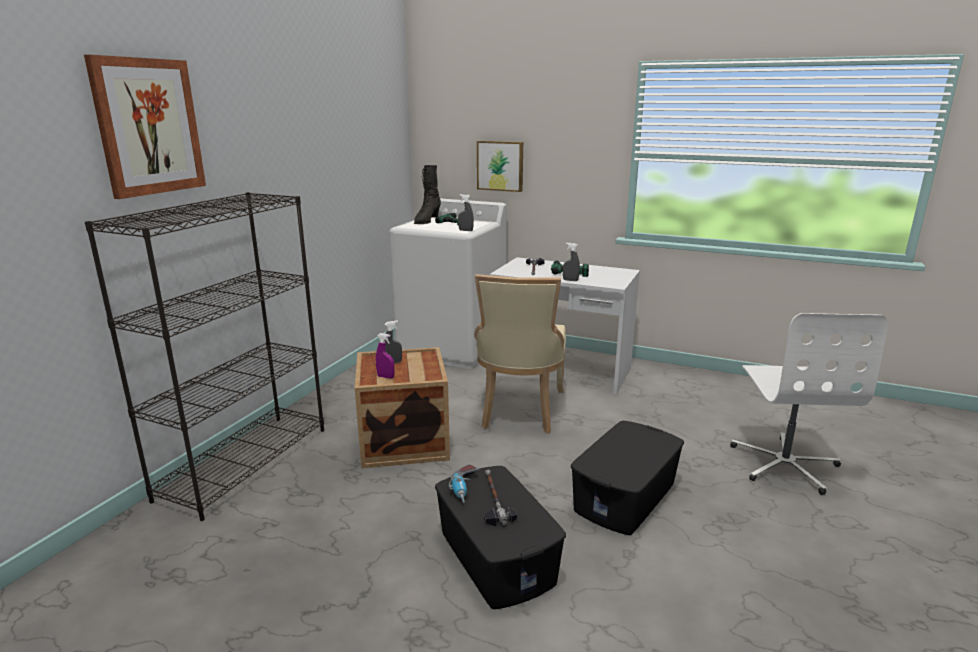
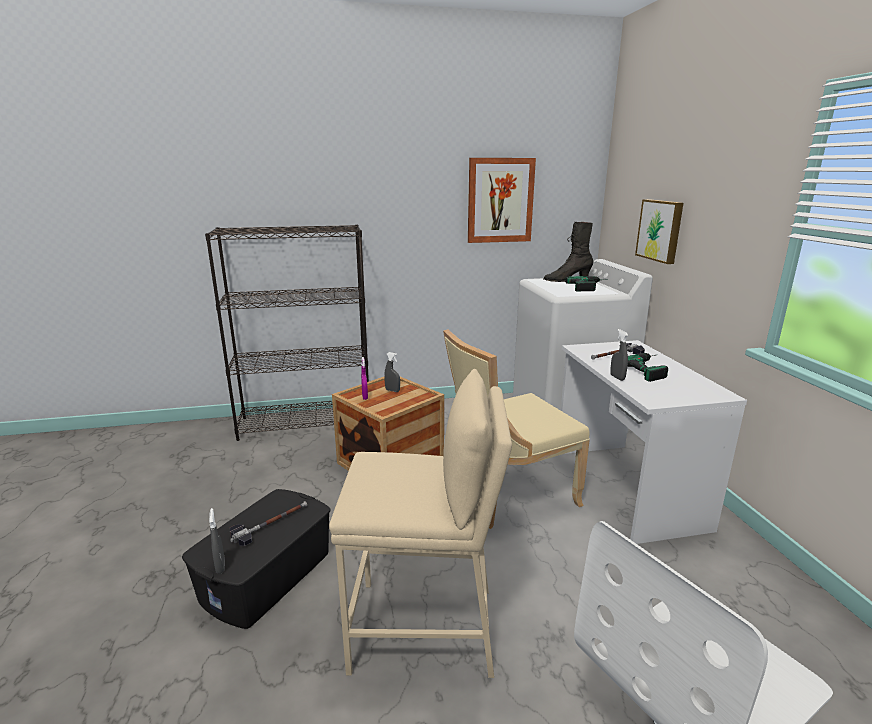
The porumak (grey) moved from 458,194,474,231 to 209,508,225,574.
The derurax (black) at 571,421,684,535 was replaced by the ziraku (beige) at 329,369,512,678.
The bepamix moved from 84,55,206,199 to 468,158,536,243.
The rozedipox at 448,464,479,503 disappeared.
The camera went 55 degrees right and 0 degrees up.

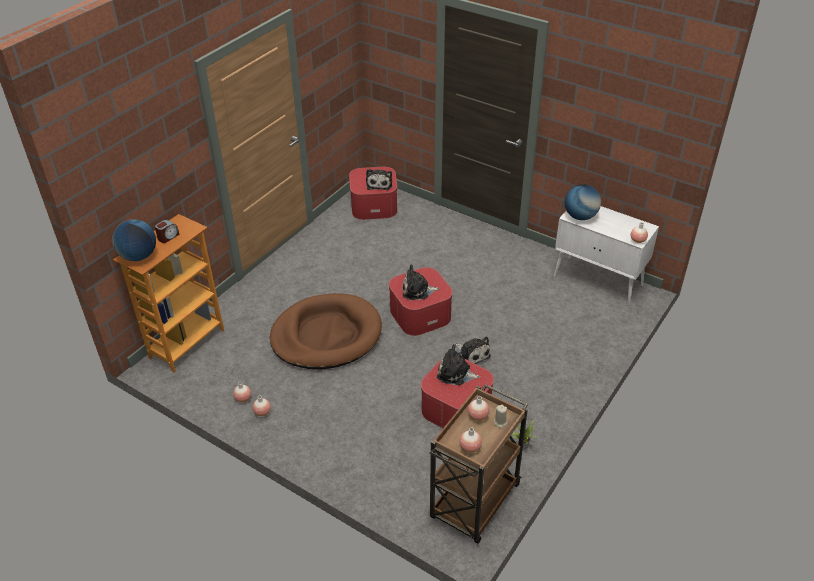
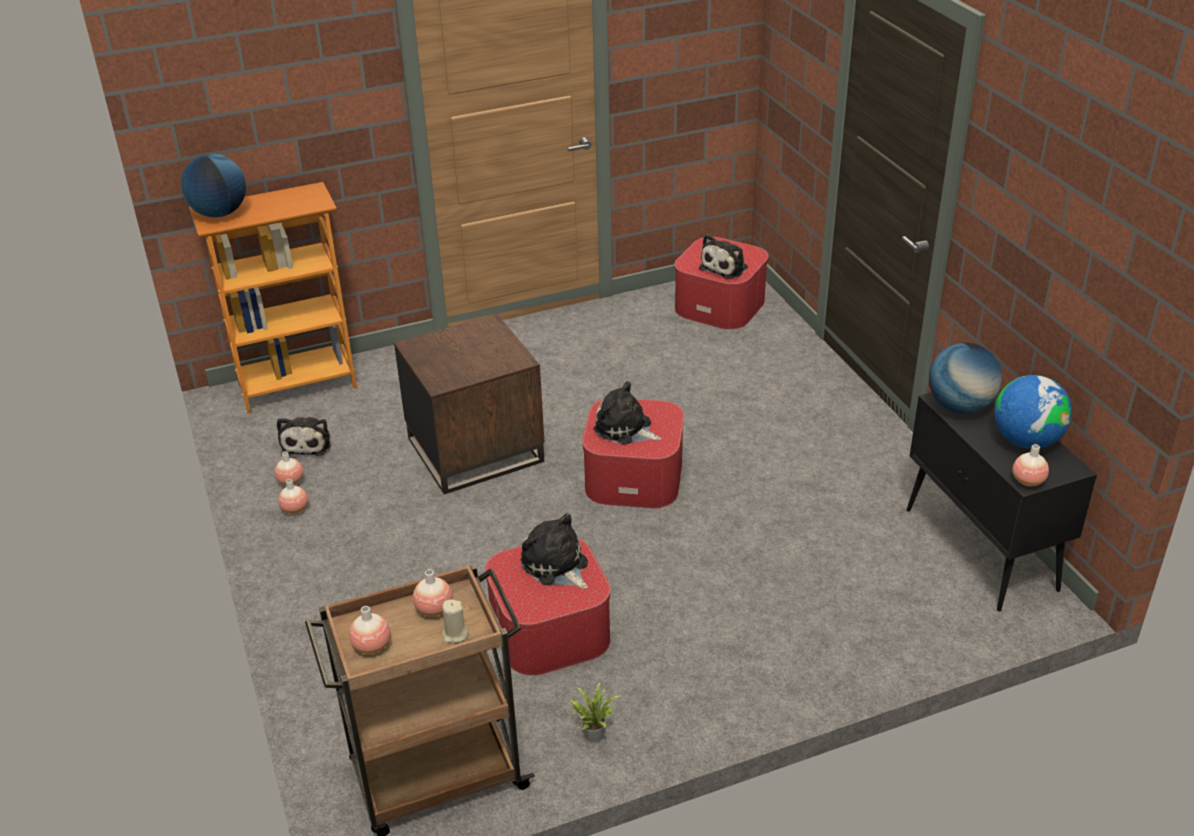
The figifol moved from 455,336,491,364 to 277,417,331,457.
The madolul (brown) at 270,293,382,370 was replaced by the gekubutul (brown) at 394,314,545,494.
The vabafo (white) at 554,206,659,306 became the vabafo (black) at 907,389,1097,612.
The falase at 994,375,1072,449 appeared.
The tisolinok at 155,220,179,243 disappeared.
The camera went 35 degrees right and 5 degrees down.

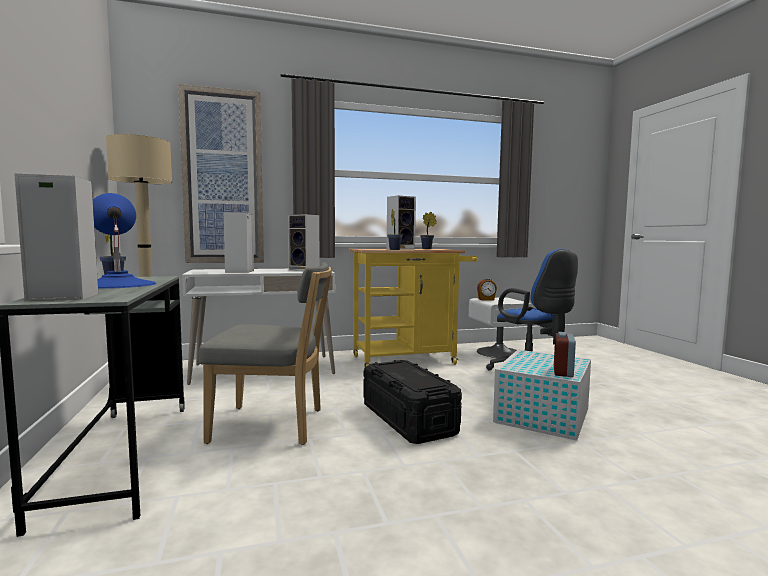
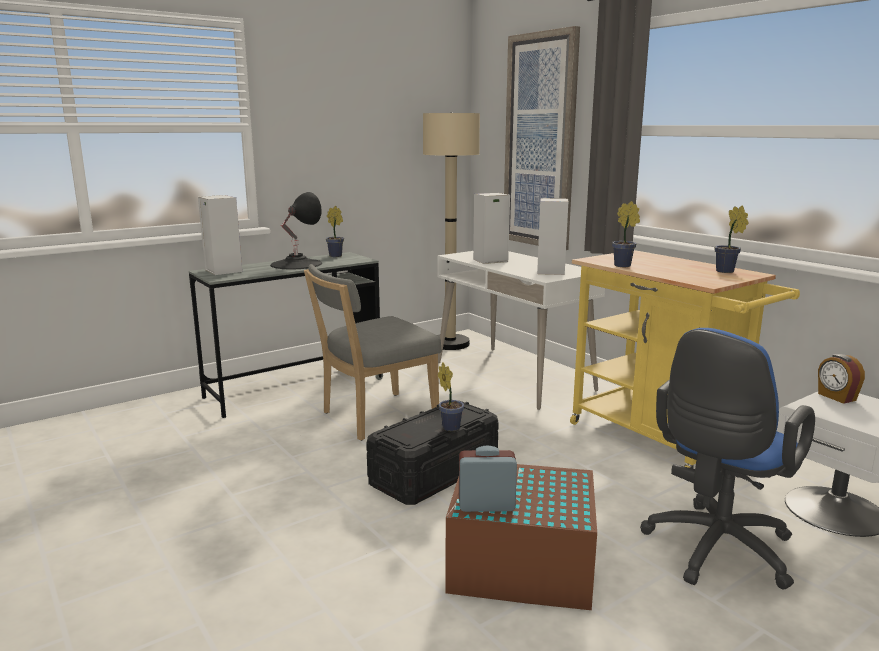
The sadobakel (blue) at 93,193,156,289 became the sadobakel (black) at 270,192,322,269.
The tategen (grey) at 199,262,332,445 turned 75 degrees clockwise.
The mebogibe at 438,362,464,431 appeared.
The derurax (white) at 493,350,591,441 became the derurax (brown) at 445,464,597,610.
The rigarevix at 387,195,416,249 disappeared.
The camera went 70 degrees right and 10 degrees up.

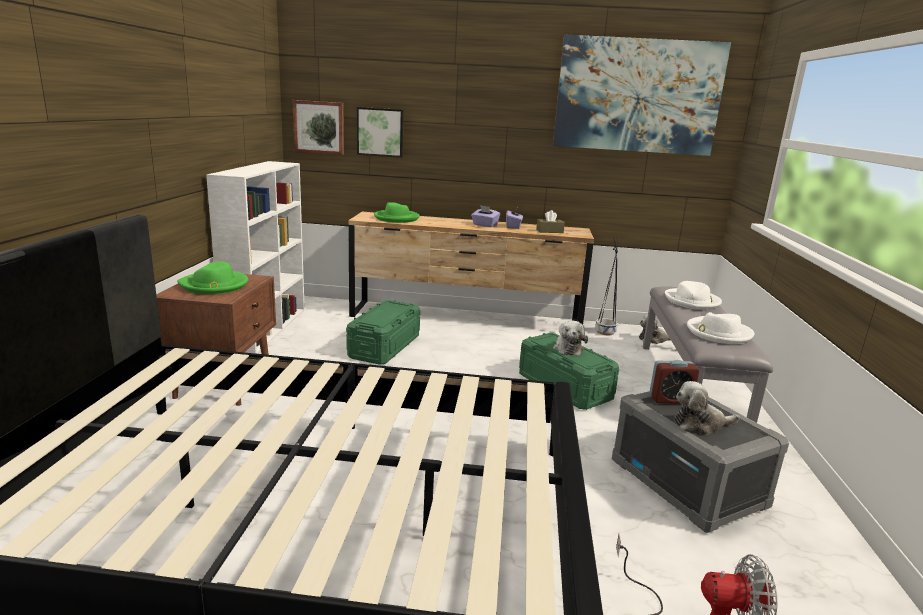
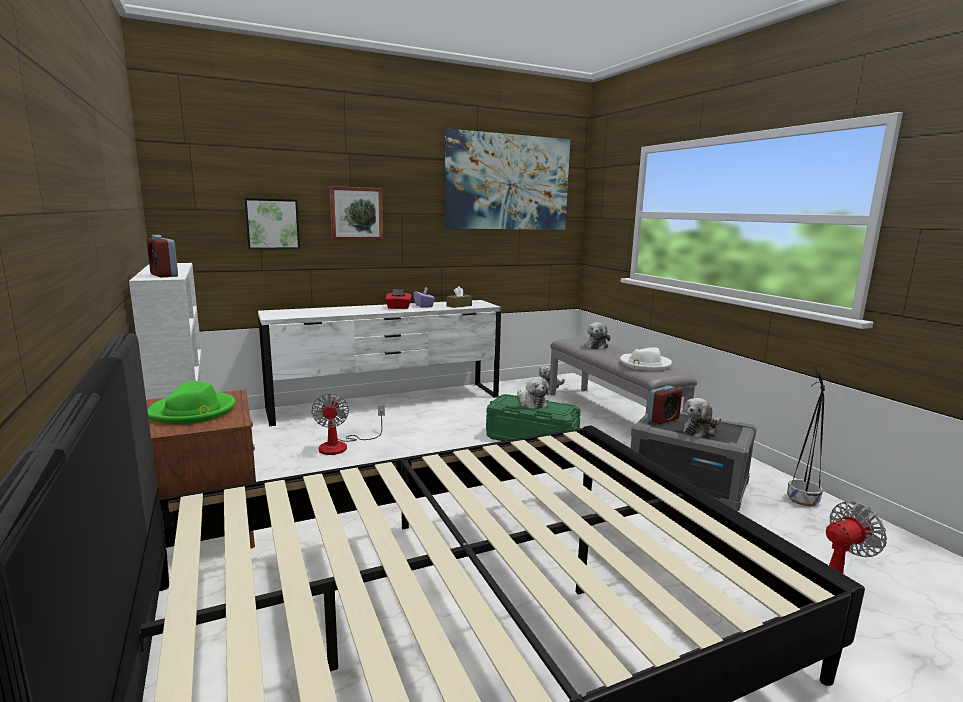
The tisolinok at 147,235,178,278 appeared.
The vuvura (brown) at 348,212,594,324 became the vuvura (white) at 258,300,501,426.
The derurax (green) at 346,300,420,365 was replaced by the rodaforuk at 311,393,385,455.
The bepamix moved from 293,100,344,155 to 329,186,383,240.
The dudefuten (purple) at 471,205,500,227 became the dudefuten (red) at 385,289,412,309.
The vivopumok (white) at 665,281,722,310 was replaced by the figifol at 584,322,611,350.
The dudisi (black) moved from 595,236,618,335 to 787,367,825,506.
The vivopumok (green) at 374,202,420,223 disappeared.
The camera went 30 degrees left and 5 degrees down.

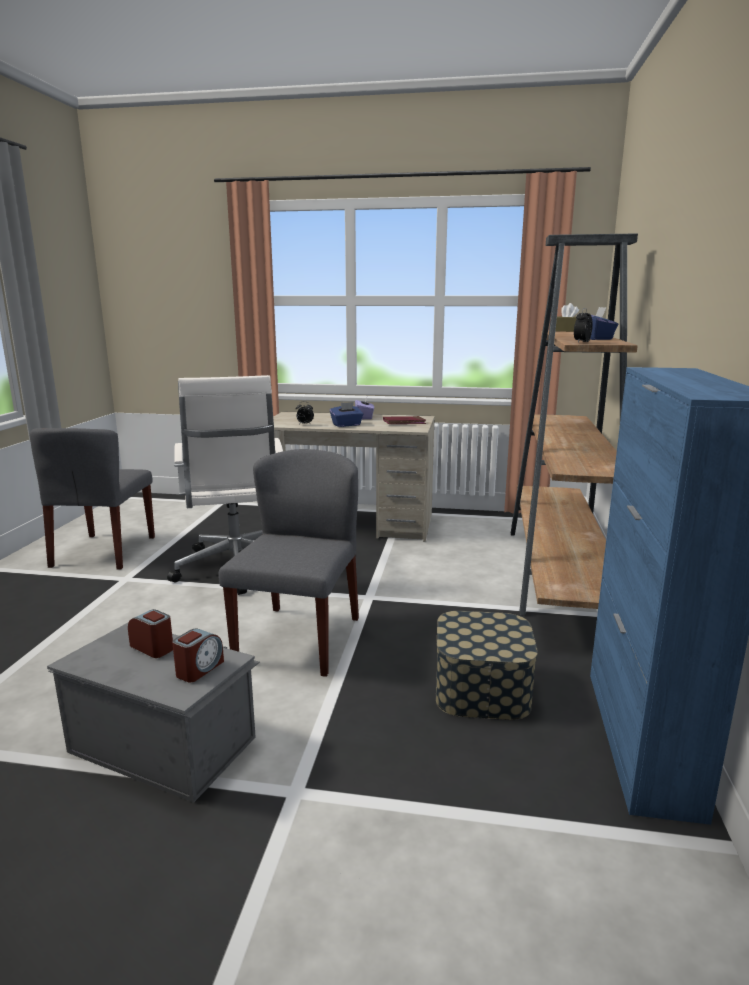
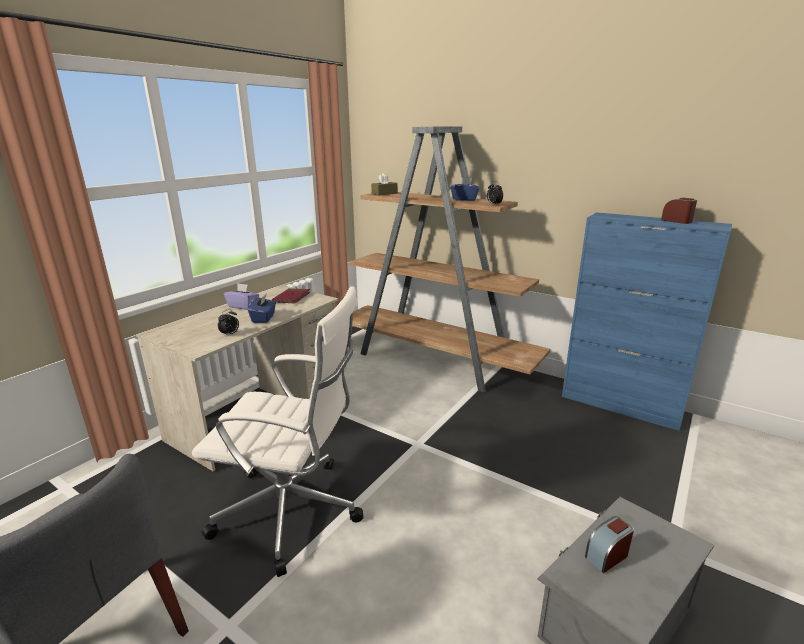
The tisolinok moved from 172,628,224,682 to 661,198,697,224.
The tategen (grey) at 218,449,359,677 disappeared.
The derurax at 436,611,538,720 disappeared.
The camera went 65 degrees left and 5 degrees up.

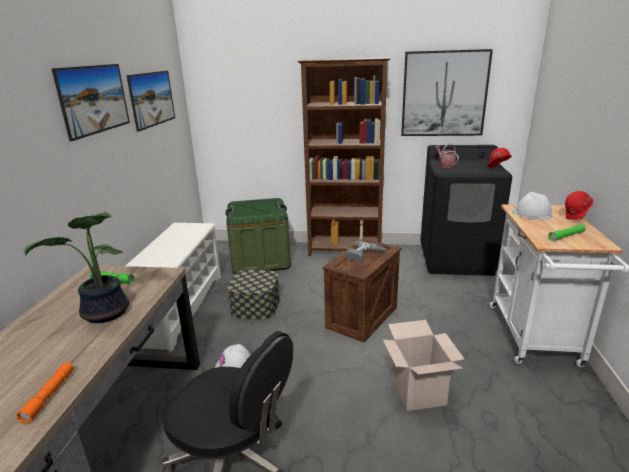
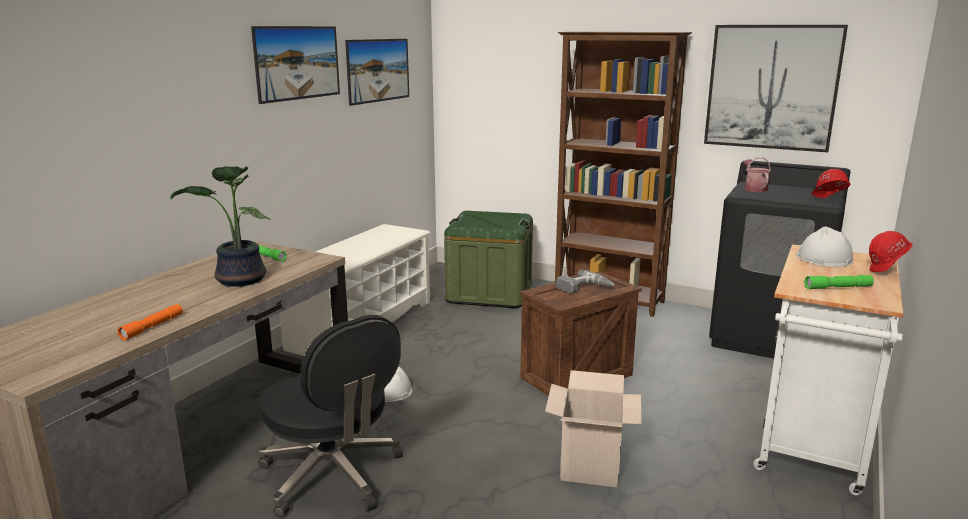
The derurax at 227,270,280,320 disappeared.
The camera went 20 degrees right and 5 degrees down.

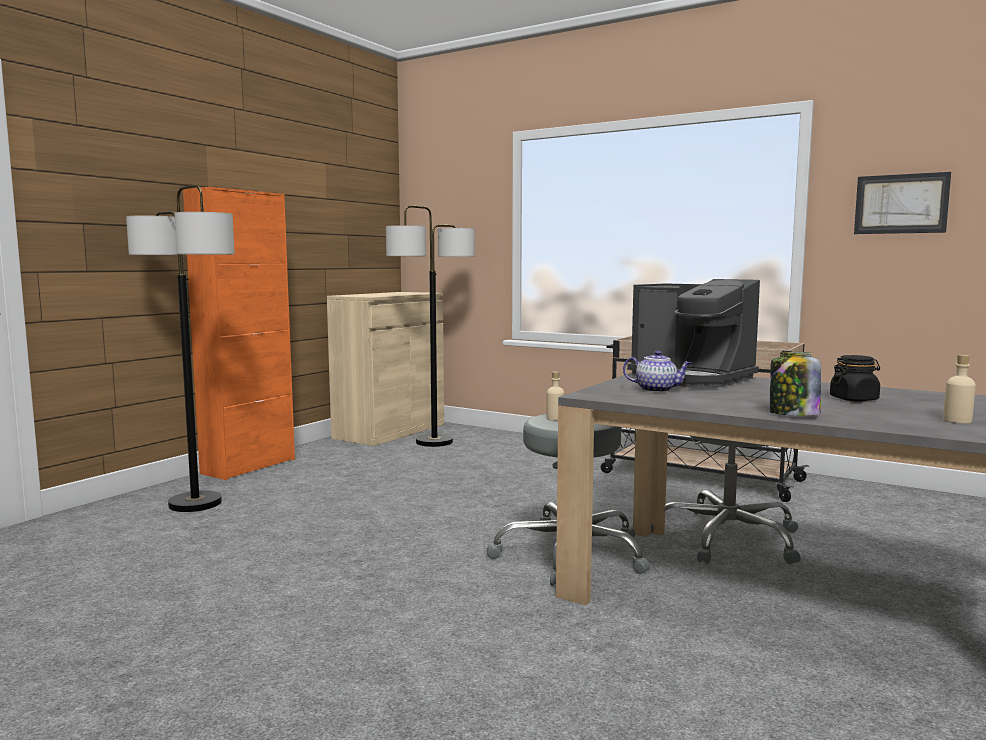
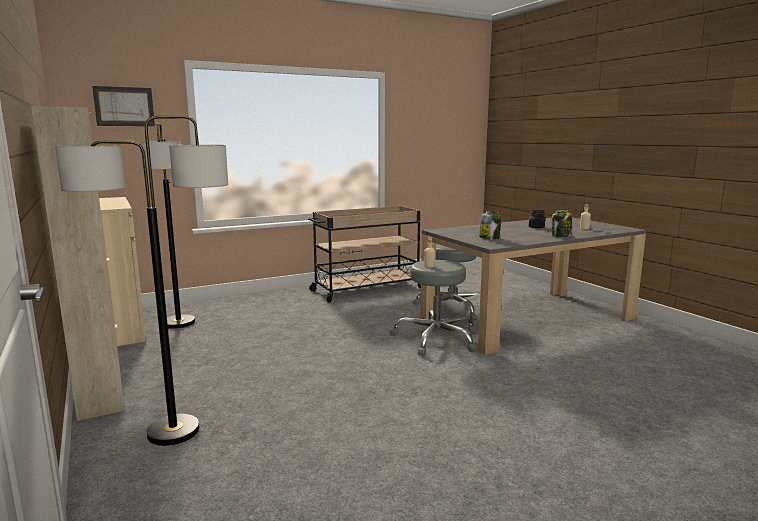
The vabafo (orange) at 183,187,295,480 became the vabafo (beige) at 31,107,125,421.
The bepamix moved from 854,172,951,234 to 92,86,155,126.
The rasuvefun at 623,350,692,393 was replaced by the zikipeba at 479,211,502,240.
The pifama at 627,279,760,388 disappeared.
The camera went 60 degrees left and 5 degrees up.

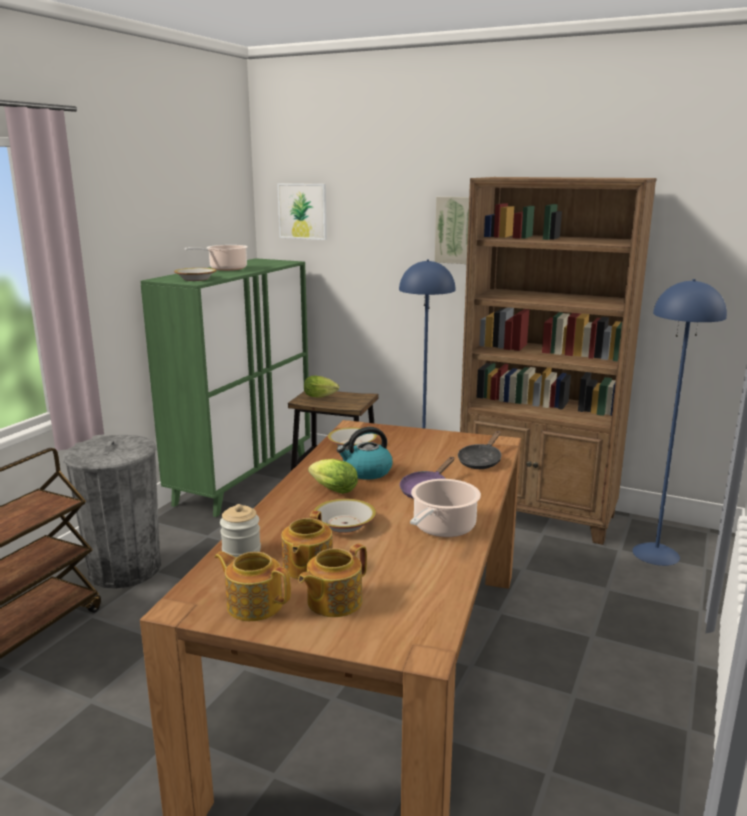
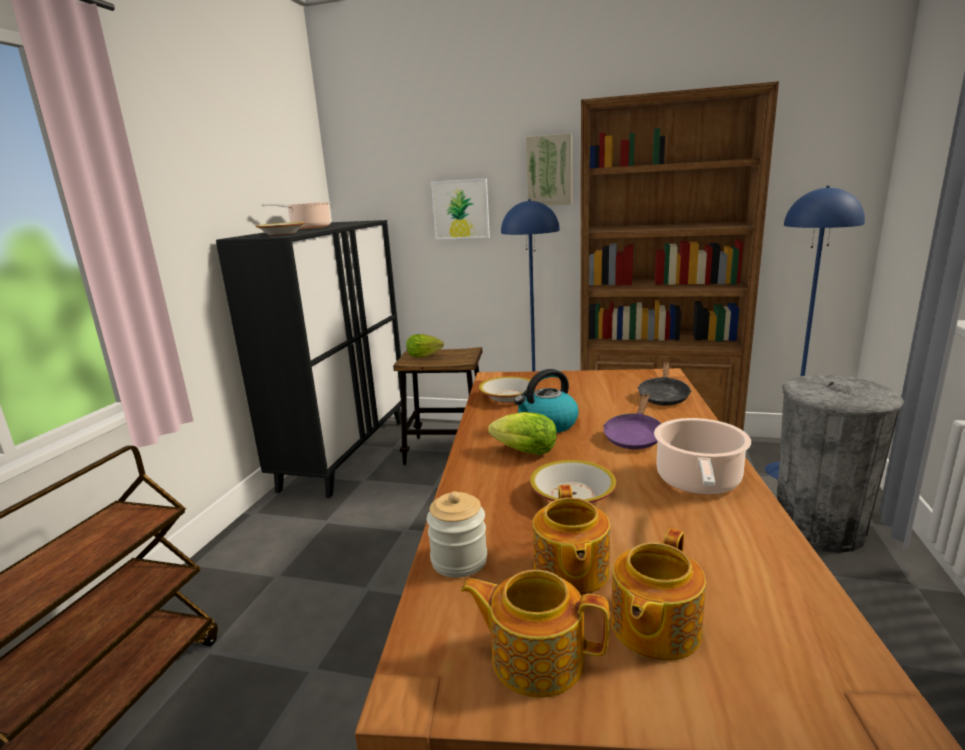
The vabafo (green) at 141,258,310,517 became the vabafo (black) at 216,220,402,498.
The bepamix moved from 277,183,327,240 to 431,178,490,240.
The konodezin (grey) moved from 63,435,161,589 to 777,375,904,553.
The camera went 10 degrees left and 0 degrees up.

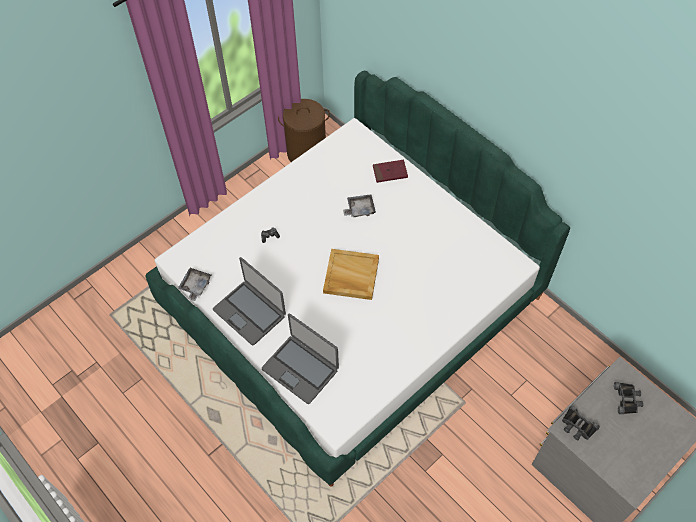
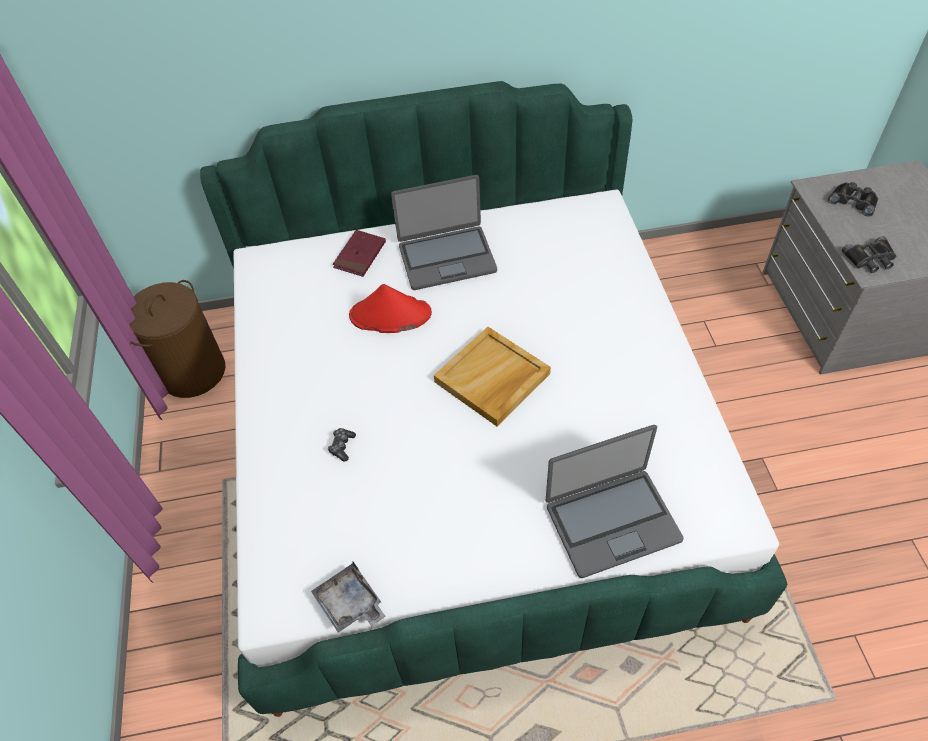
The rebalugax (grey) at 343,194,376,217 was replaced by the vivopumok (red) at 349,284,432,333.
The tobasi moved from 213,257,286,345 to 391,175,497,290.
The camera went 55 degrees left and 5 degrees down.

